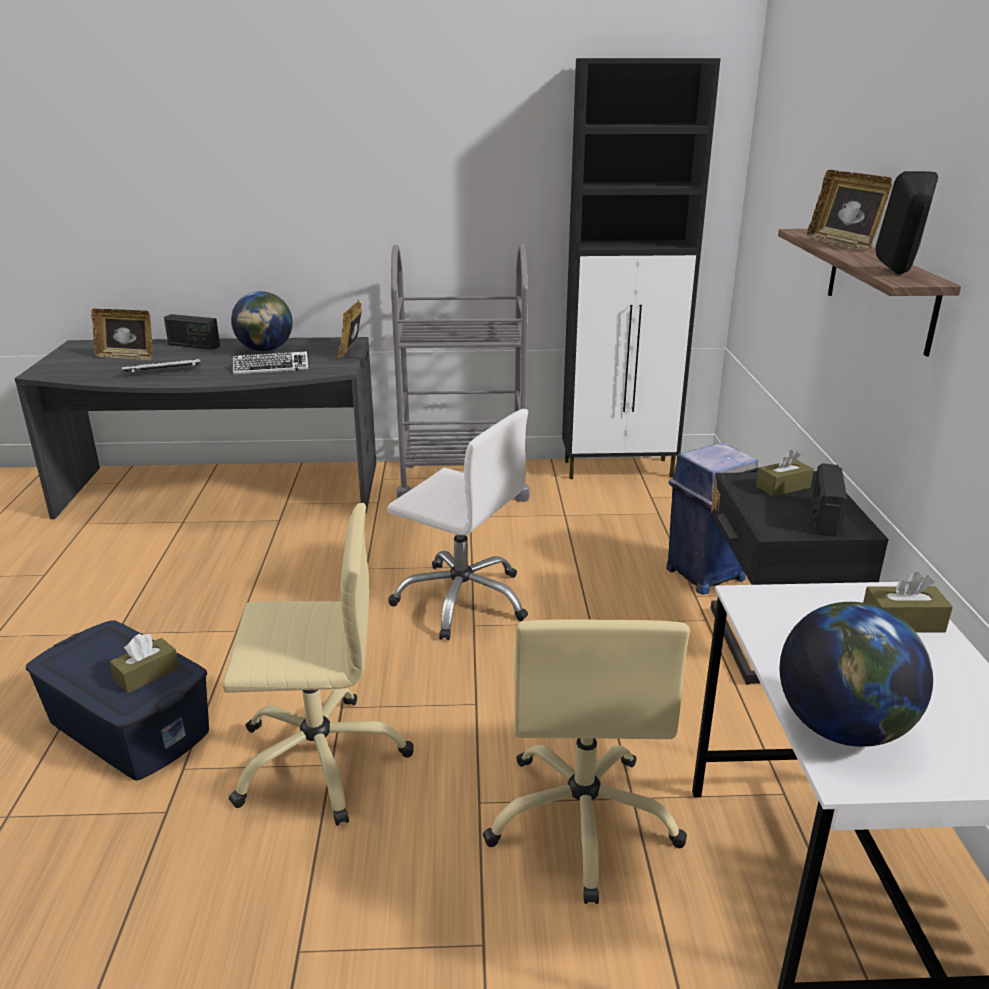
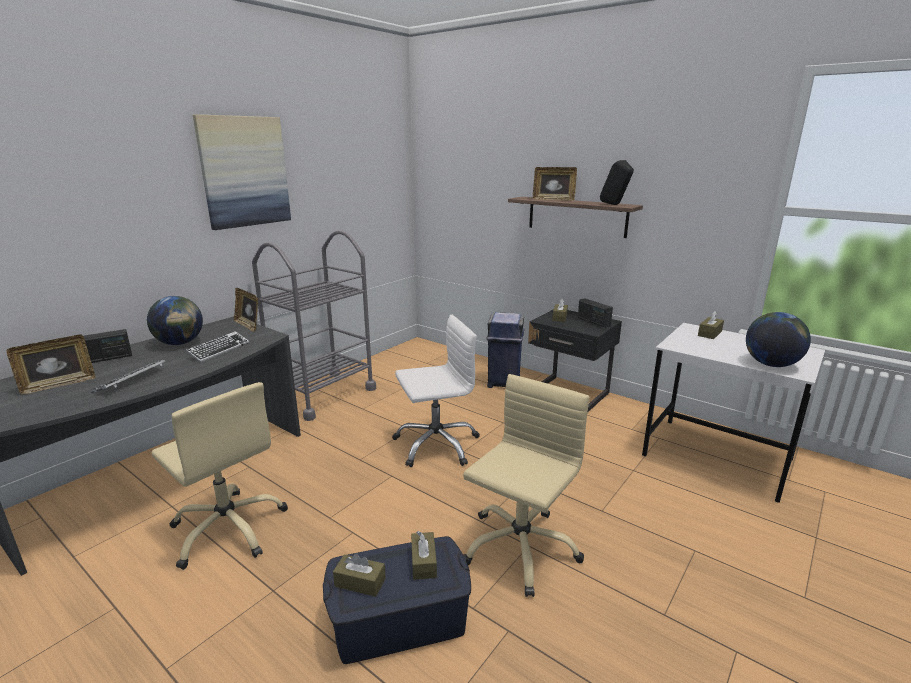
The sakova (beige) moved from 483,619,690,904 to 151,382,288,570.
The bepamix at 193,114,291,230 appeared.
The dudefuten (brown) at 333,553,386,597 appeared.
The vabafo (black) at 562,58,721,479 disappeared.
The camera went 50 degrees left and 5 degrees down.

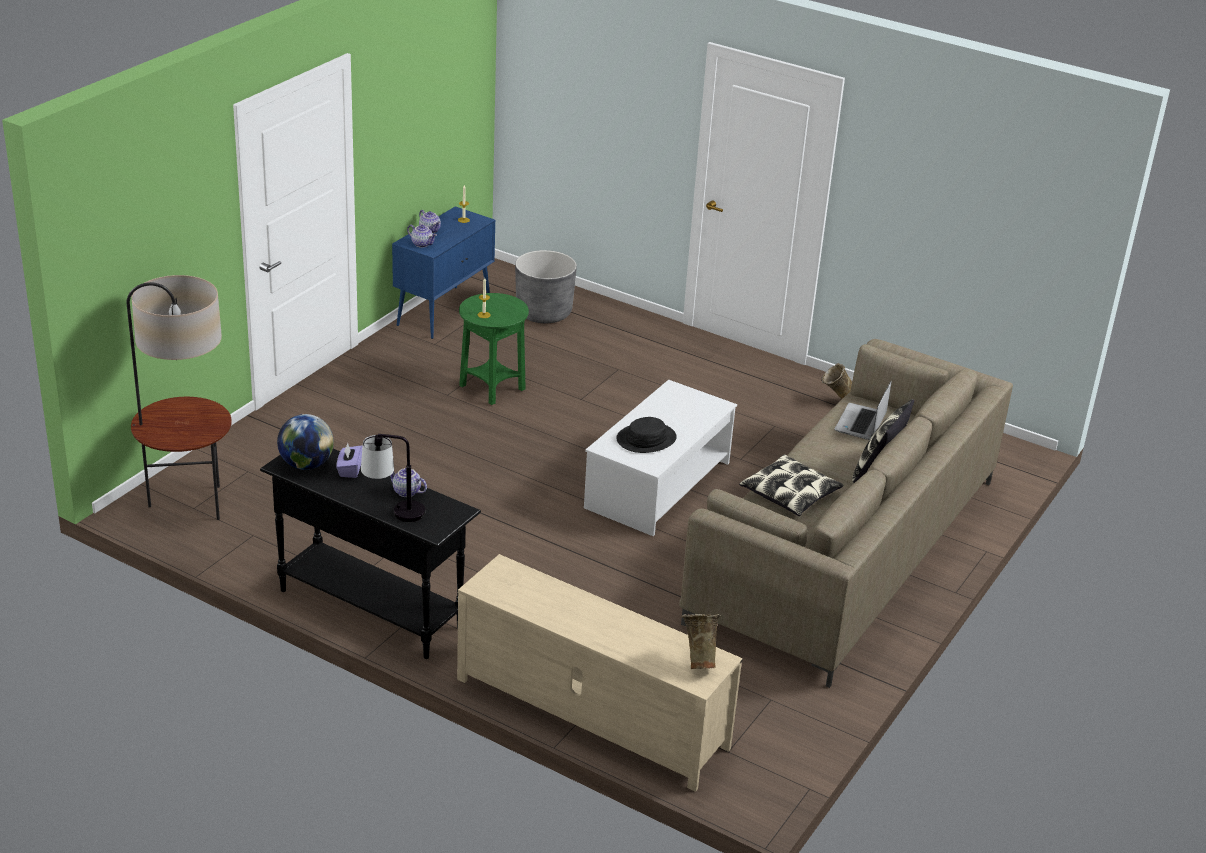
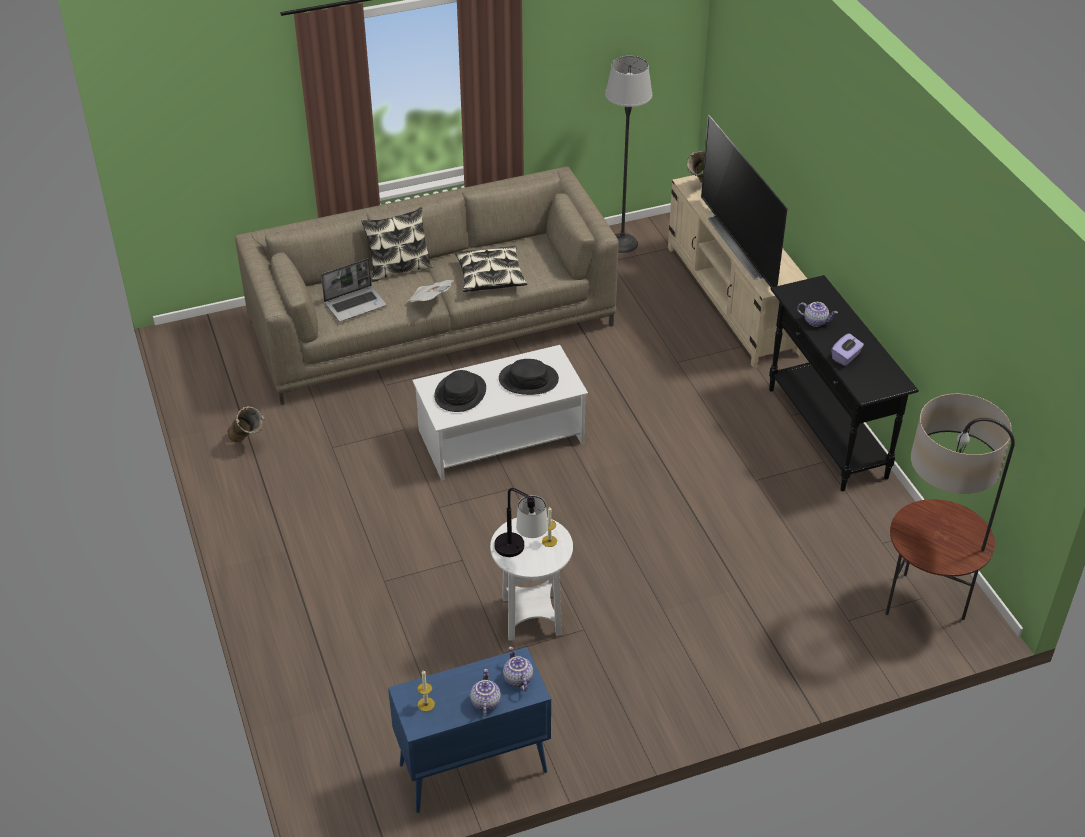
The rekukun at 408,280,454,302 appeared.
The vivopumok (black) at 434,370,486,412 appeared.
The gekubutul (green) at 459,293,529,405 became the gekubutul (white) at 490,518,573,640.
The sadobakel moved from 361,434,426,522 to 494,488,548,557.
The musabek at 605,56,652,253 appeared.
The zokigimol at 701,115,788,288 appeared.
The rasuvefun at 390,468,427,497 turned 45 degrees counterclockwise.
The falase at 277,414,334,470 disappeared.
The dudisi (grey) at 515,250,577,323 disappeared.
The camera went 140 degrees left and 10 degrees up.

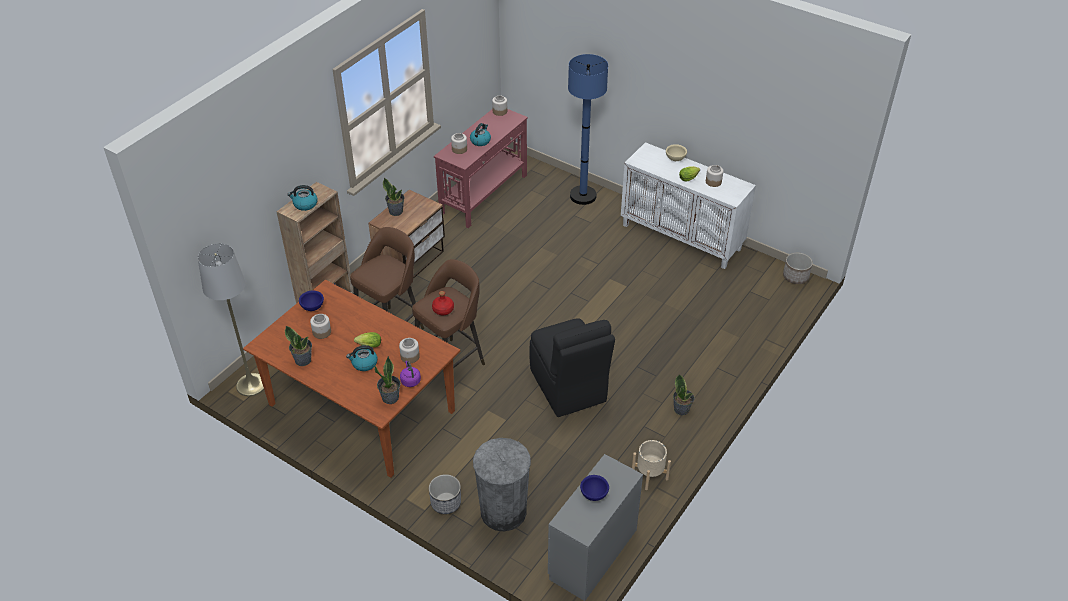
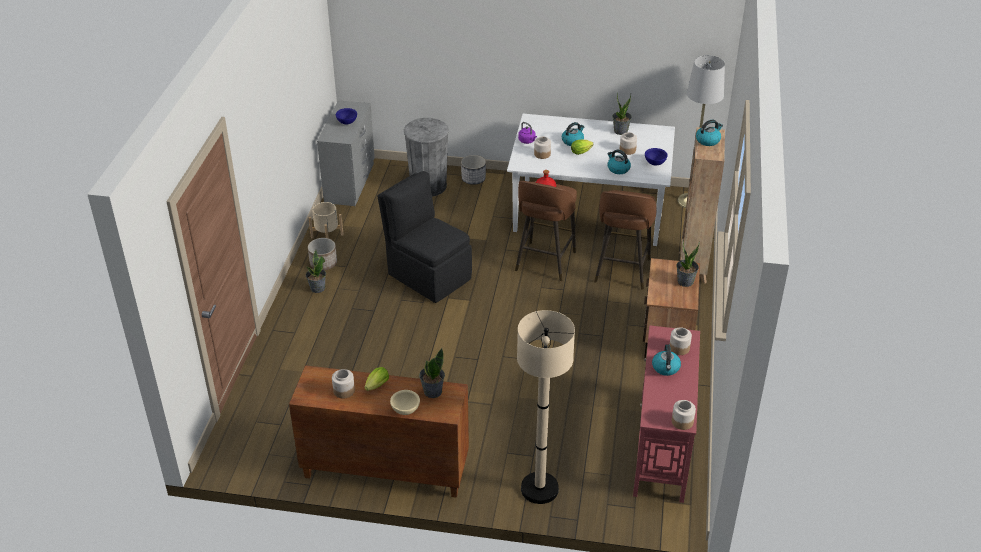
The vabafo (white) at 621,142,756,269 became the vabafo (brown) at 289,365,469,498.
The dudisi moved from 783,253,813,284 to 308,238,337,270.
The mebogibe moved from 374,356,401,404 to 419,348,445,398.
The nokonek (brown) at 243,280,460,478 became the nokonek (white) at 507,114,675,246.
The musabek (blue) at 568,54,608,205 became the musabek (beige) at 517,310,575,504.
The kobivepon at 607,149,631,174 appeared.
The camera went 155 degrees right and 5 degrees down.

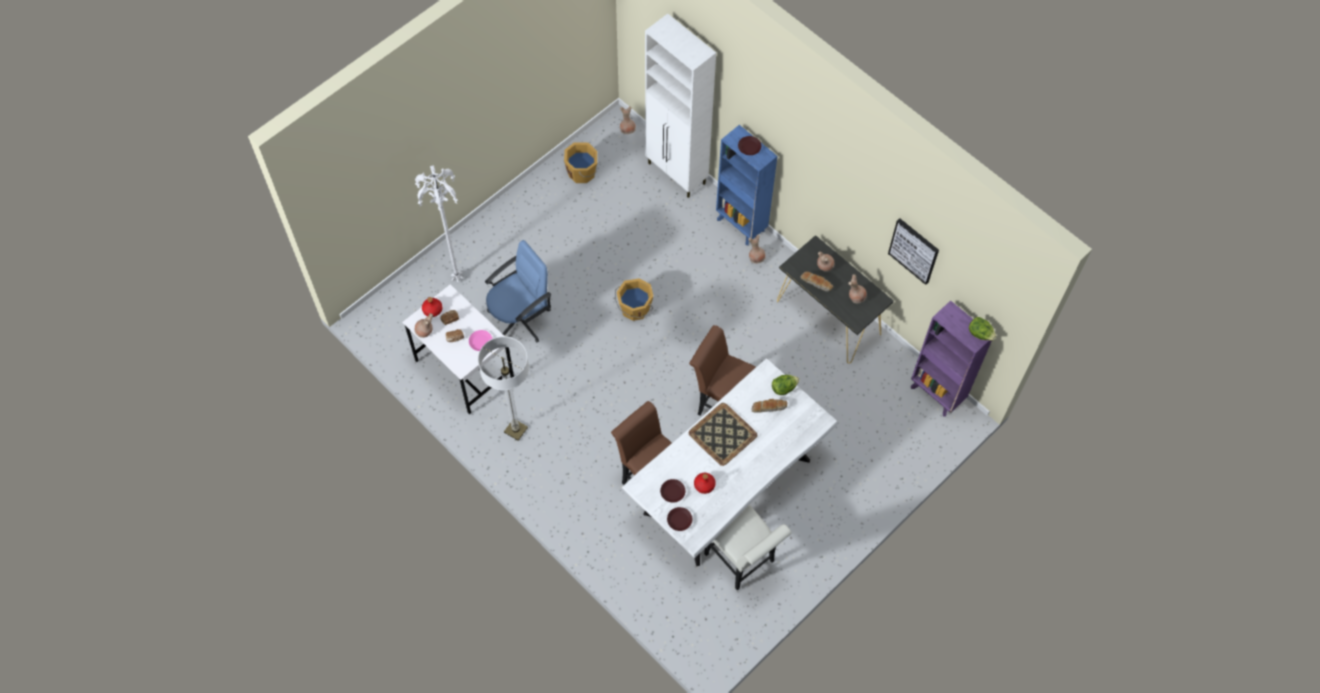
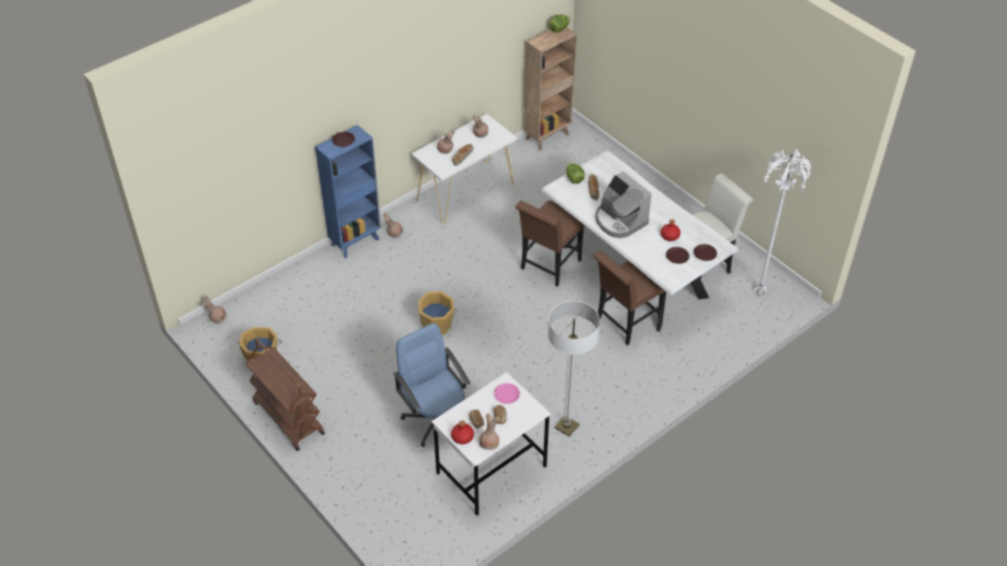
The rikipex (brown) at 245,339,325,451 appeared.
The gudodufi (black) at 777,235,894,364 became the gudodufi (white) at 411,114,517,224.
The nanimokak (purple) at 911,300,992,417 became the nanimokak (brown) at 524,27,577,150.
The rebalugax at 689,403,757,466 was replaced by the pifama at 595,171,652,238.
The musabek (white) moved from 415,165,463,282 to 754,149,811,294.
The vabafo (white) at 645,14,716,198 disappeared.
The bepamix at 888,218,939,285 disappeared.
The camera went 85 degrees left and 15 degrees down.

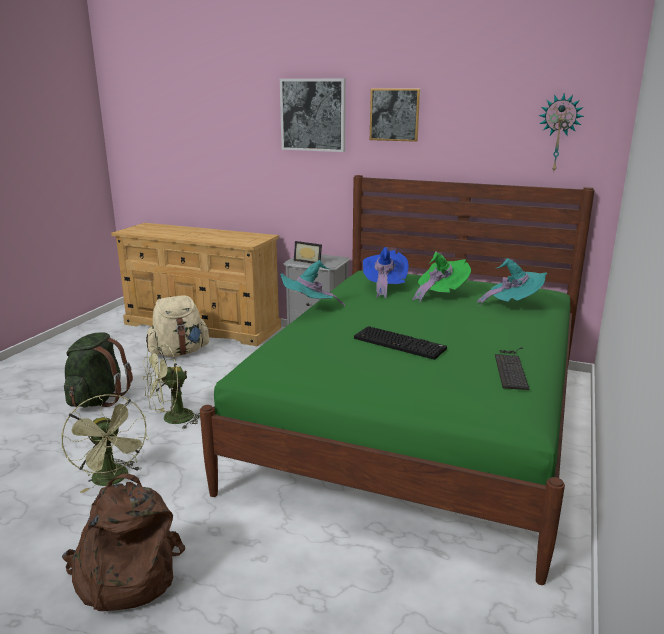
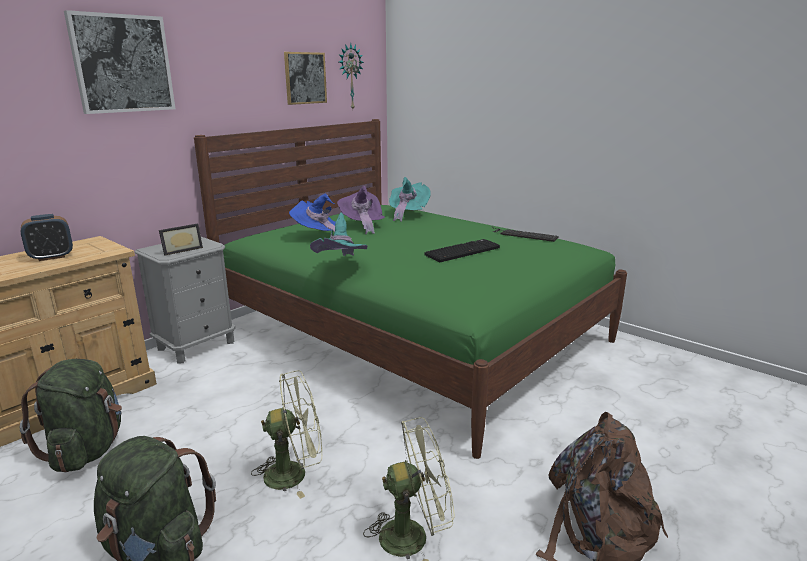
The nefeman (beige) at 146,295,210,357 became the nefeman (green) at 20,359,122,473.
The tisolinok at 21,214,73,261 appeared.
The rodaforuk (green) at 142,344,200,429 turned 90 degrees counterclockwise.
The bepamix moved from 370,88,420,142 to 284,52,327,105.
The vivopumok (green) at 412,252,471,303 became the vivopumok (purple) at 337,186,385,234.
The camera went 70 degrees left and 0 degrees up.

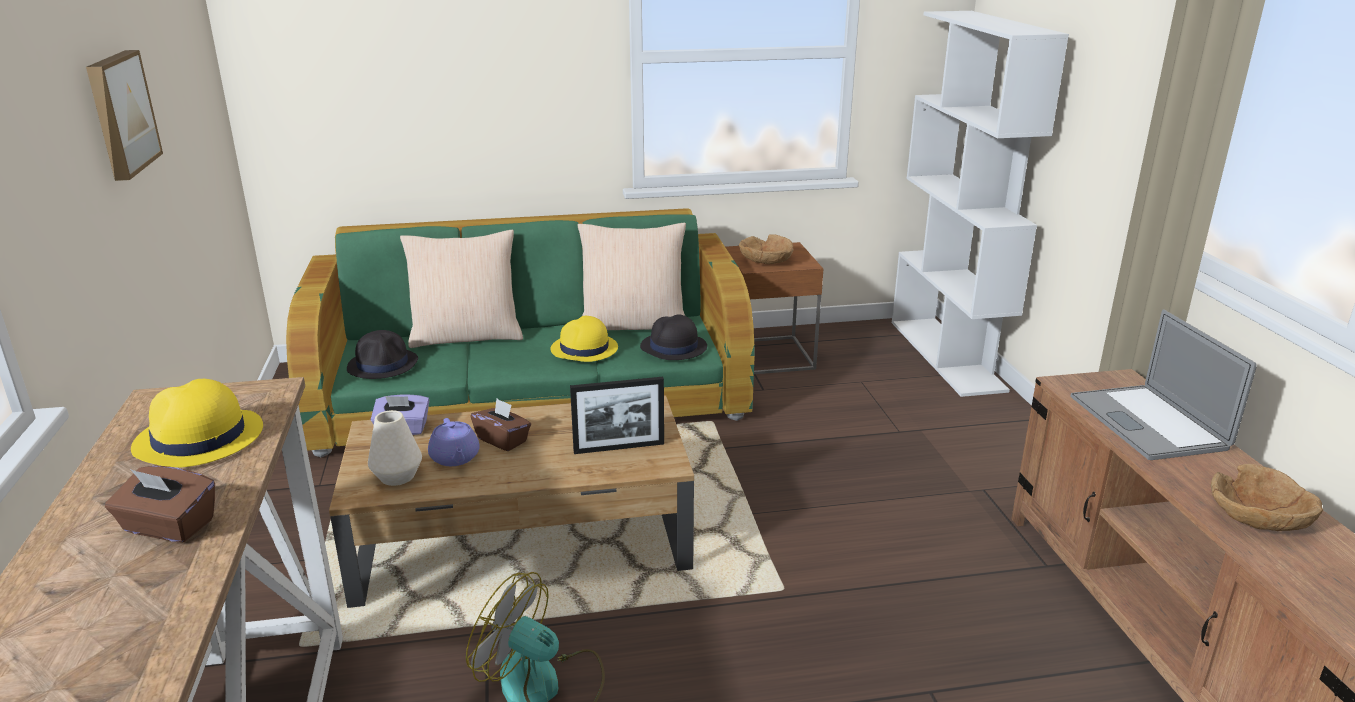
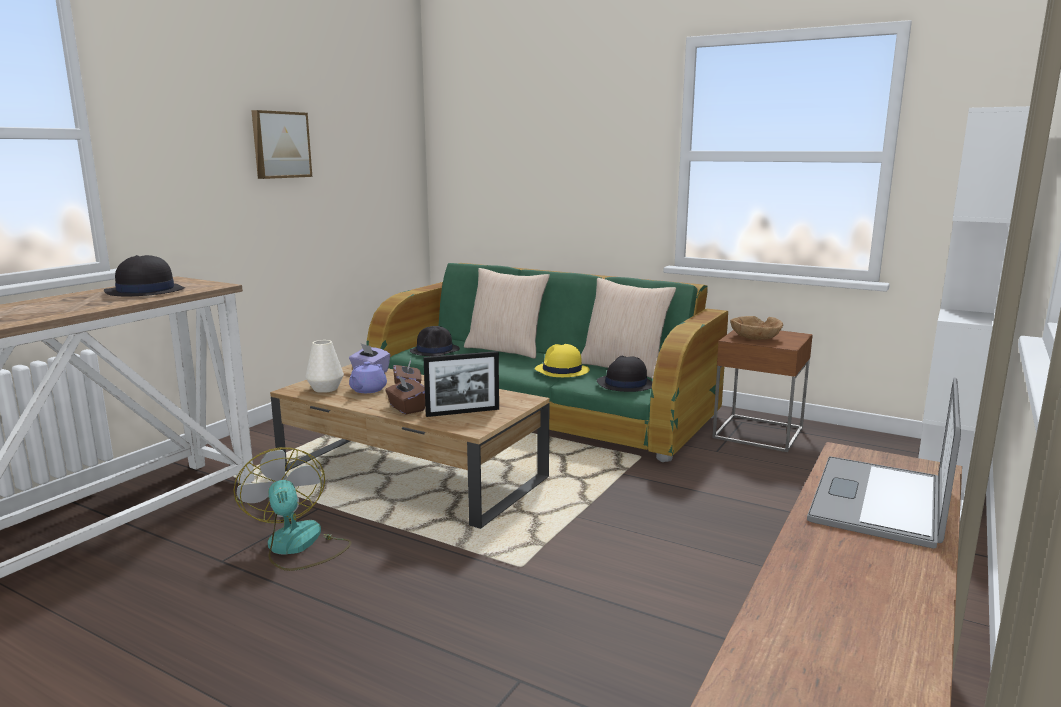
The vivopumok (yellow) at 131,379,263,467 became the vivopumok (black) at 104,255,186,296.
The dudefuten (brown) moved from 105,466,215,543 to 385,375,425,415.
The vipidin at 570,377,664,454 turned 45 degrees counterclockwise.
The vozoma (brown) at 1211,464,1323,531 disappeared.
The camera went 40 degrees right and 10 degrees down.

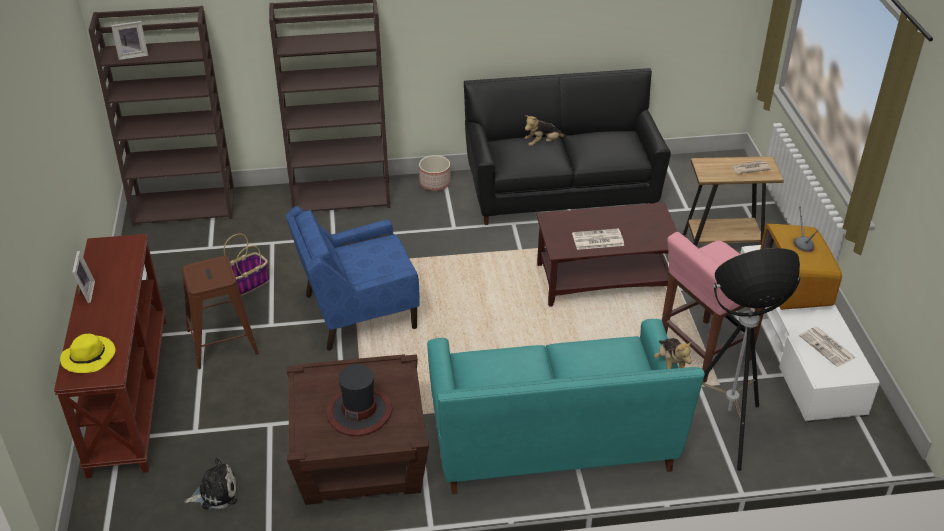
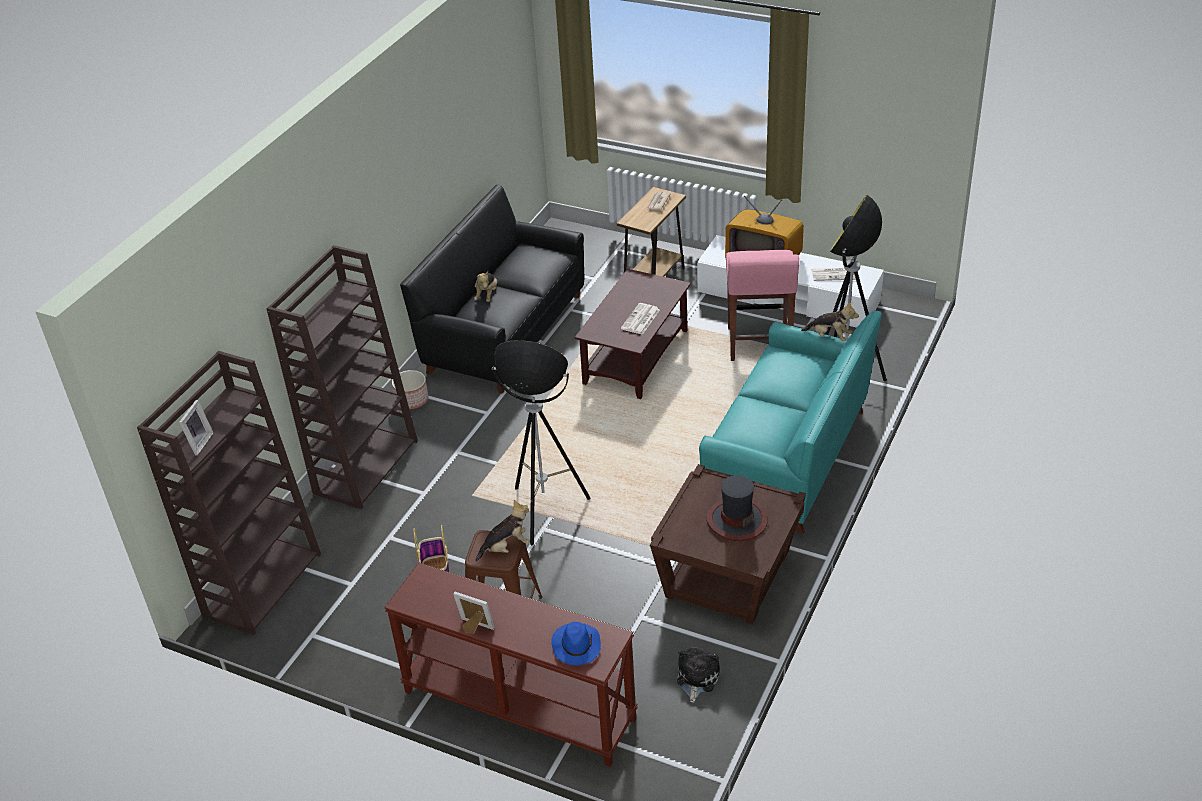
The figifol at 475,500,530,562 appeared.
The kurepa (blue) at 286,206,420,351 was replaced by the musabek at 492,340,590,545.
The vivopumok (yellow) at 60,334,115,373 became the vivopumok (blue) at 551,622,601,665.
The camera went 55 degrees left and 0 degrees up.

